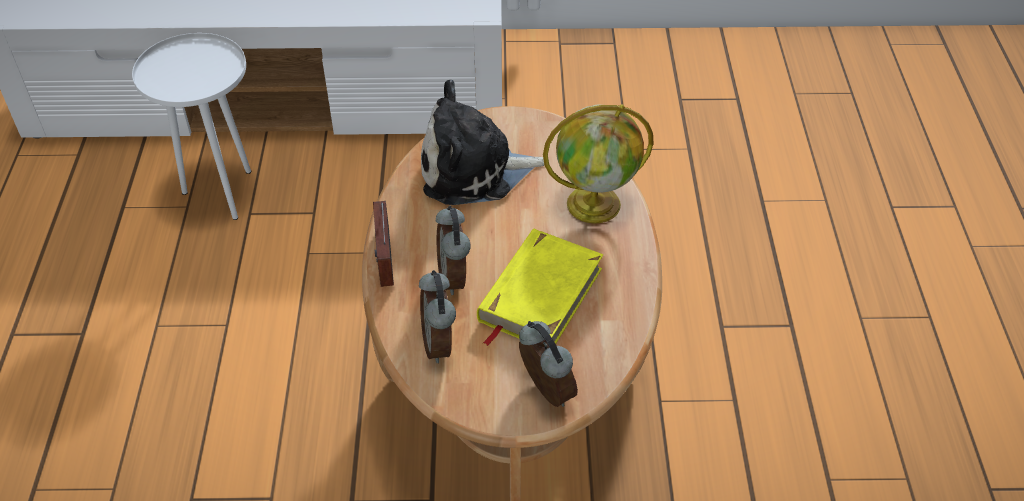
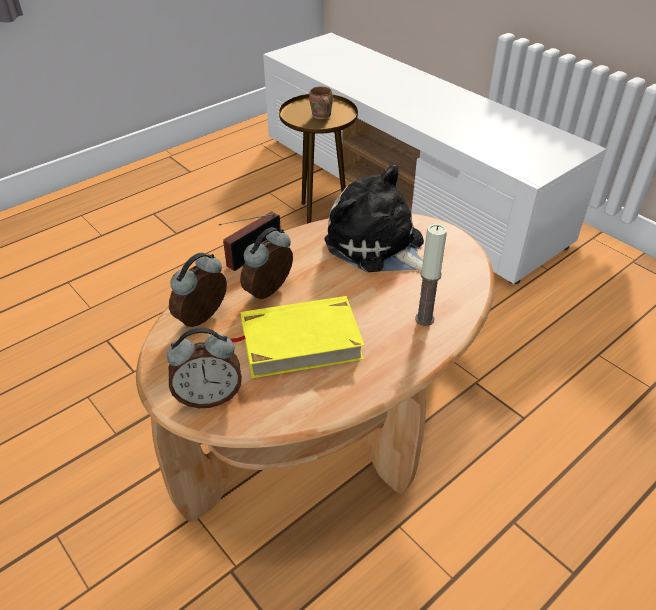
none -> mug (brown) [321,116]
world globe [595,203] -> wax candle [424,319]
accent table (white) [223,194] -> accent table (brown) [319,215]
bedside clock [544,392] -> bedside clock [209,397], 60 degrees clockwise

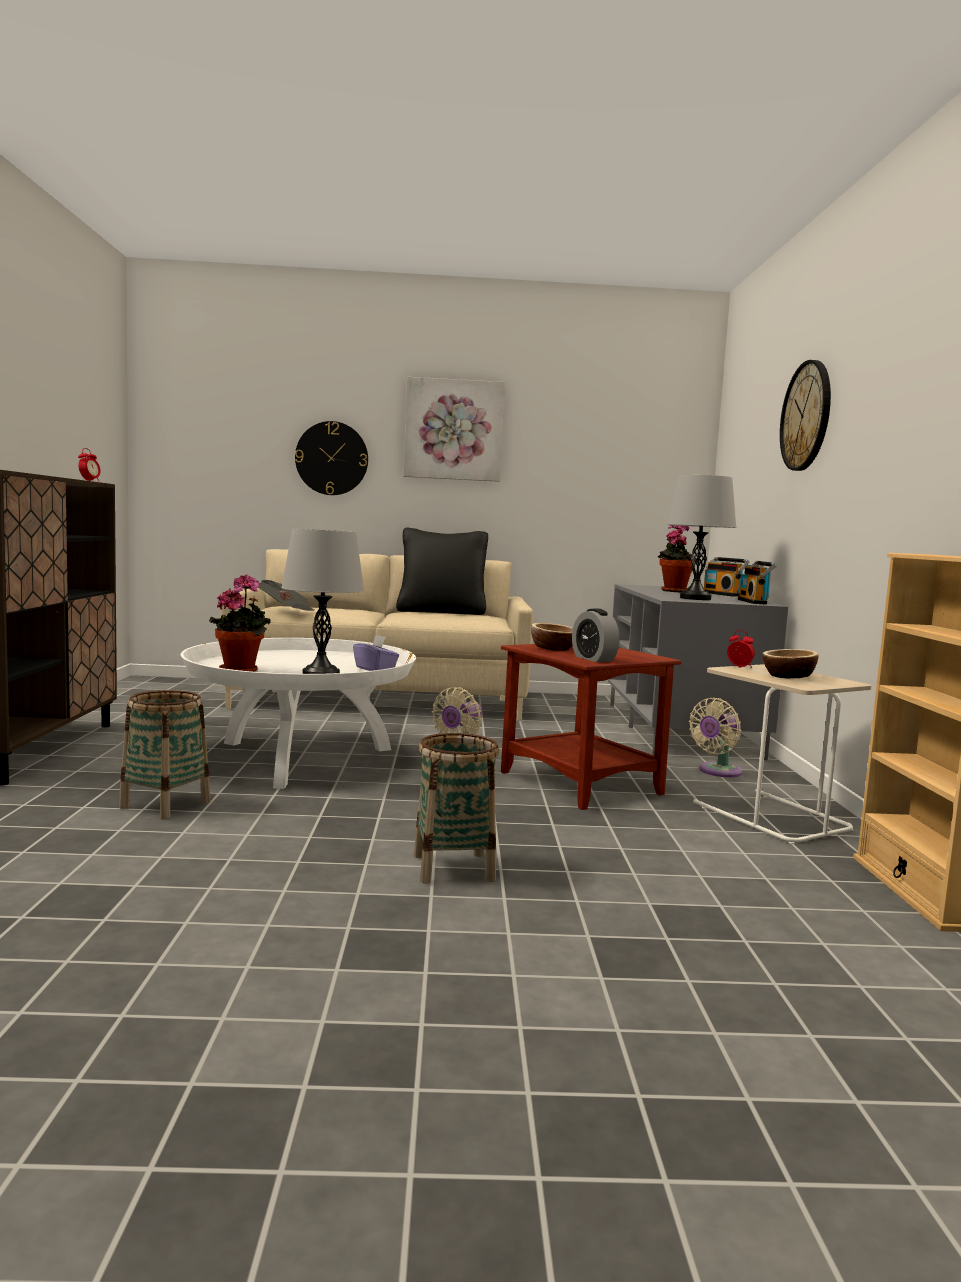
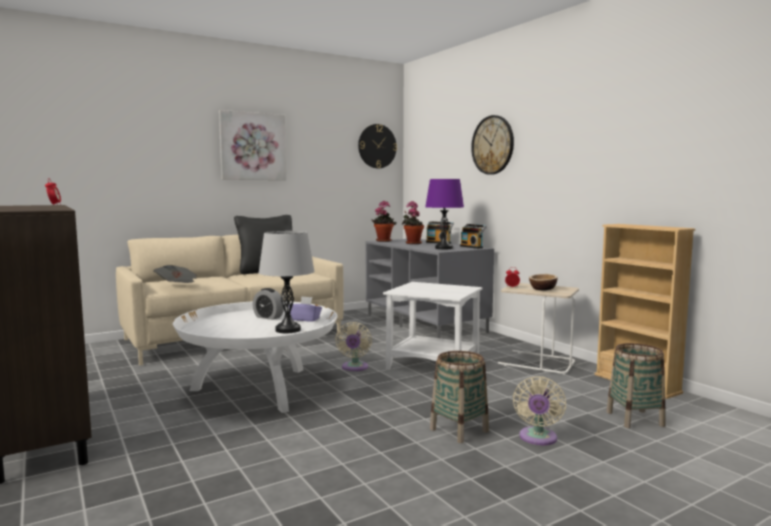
bowl [553,648] -> none
storage basket [165,804] -> storage basket [634,419], move
potted plant [241,671] -> potted plant [383,241], move
clock on the wall [332,458] -> clock on the wall [377,146], move
bedside clock [593,659] -> bedside clock [268,317], move
cooling fan (beige-coloured) [717,772] -> cooling fan (beige-coloured) [537,439], move
accent table (brown) [582,783] -> accent table (white) [433,365]
tabletop lamp (grey) [695,598] -> tabletop lamp (purple-coloured) [444,248]

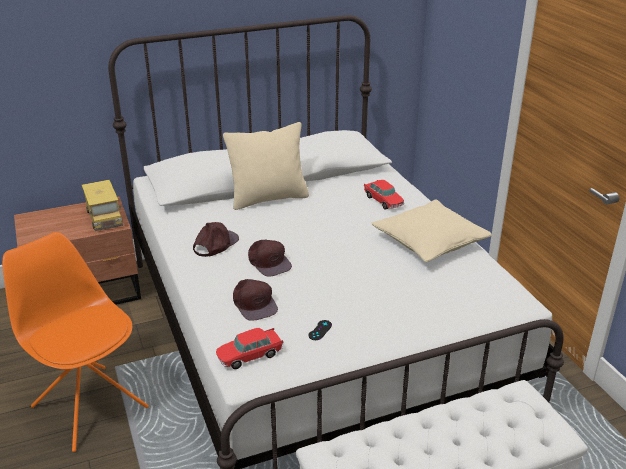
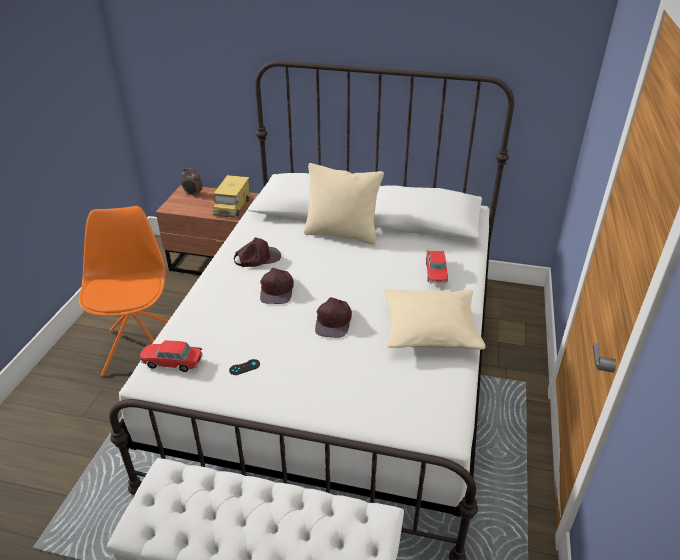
none -> bedside clock [193,194]
baseball cap (brown) [254,303] -> baseball cap (brown) [334,321], move

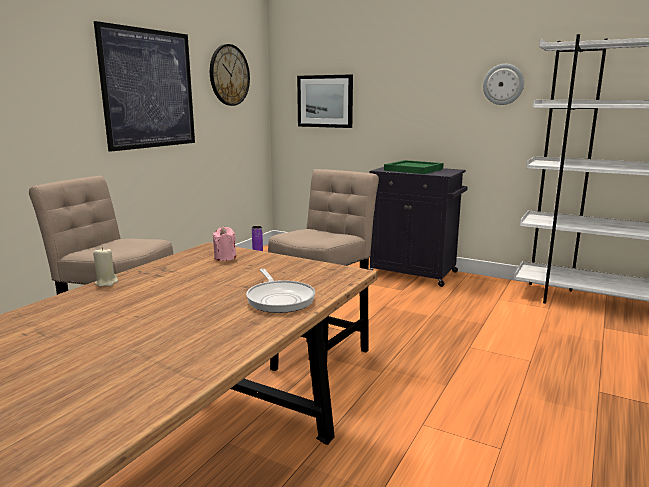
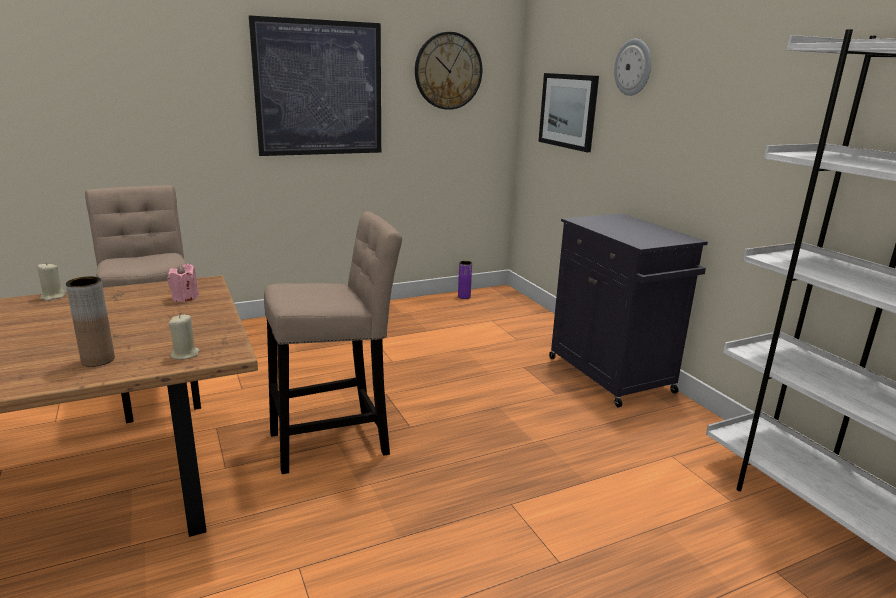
tray (green-coloured) [413,169] -> none
none -> wax candle (beige-coloured) [185,354]
clock on the wall [503,84] -> clock on the wall [633,67], move
skillet [280,299] -> vase (brown) [98,360]

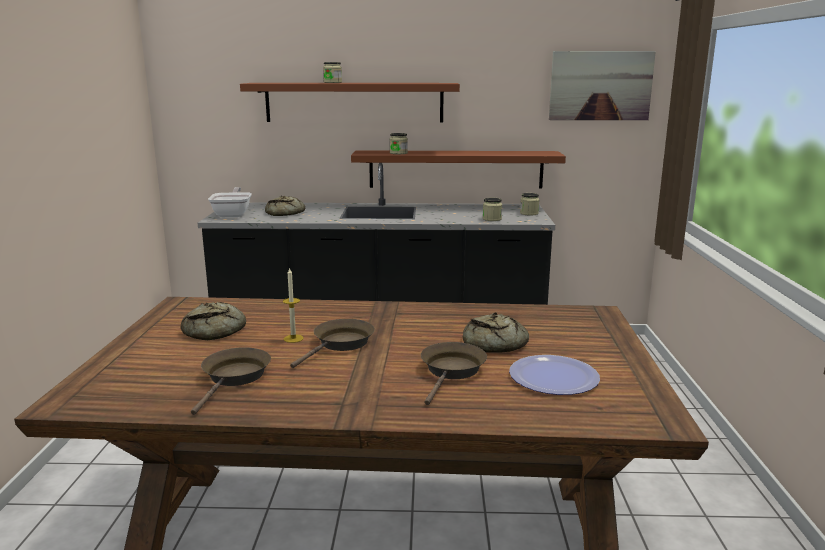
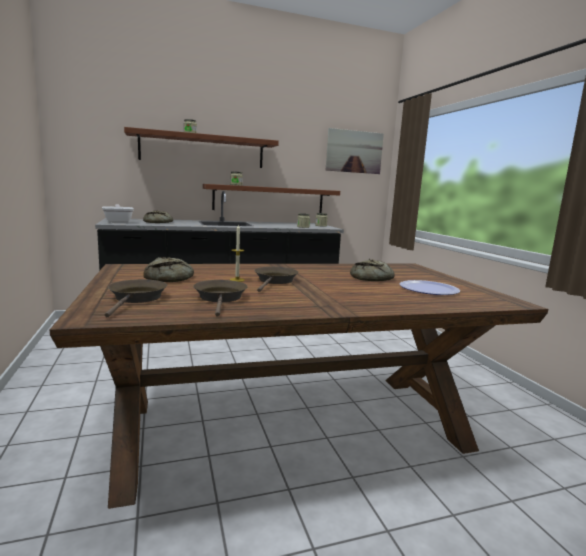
skillet (brown) [452,371] -> skillet (brown) [137,299], move

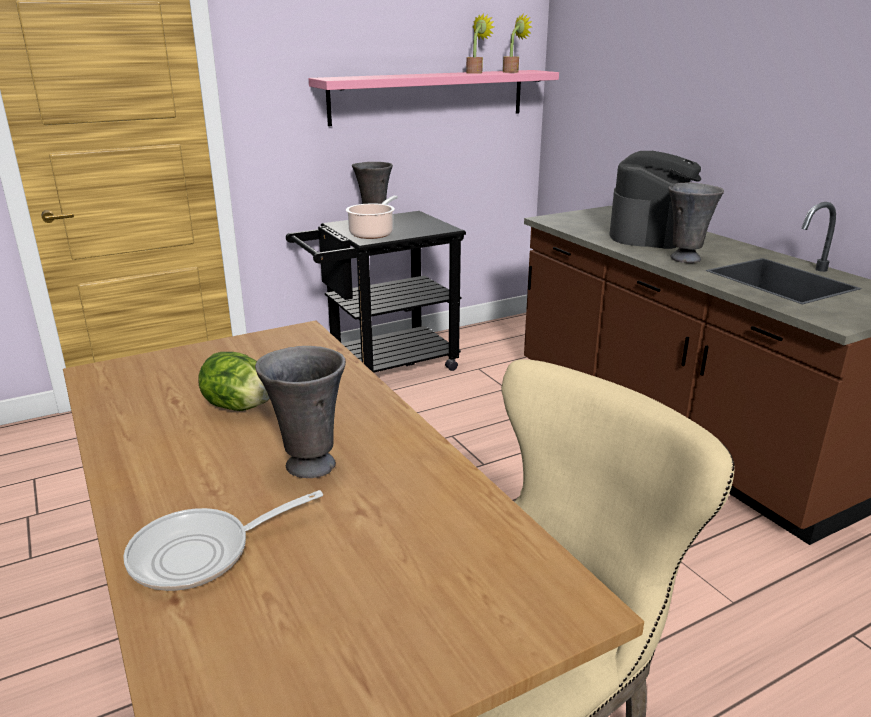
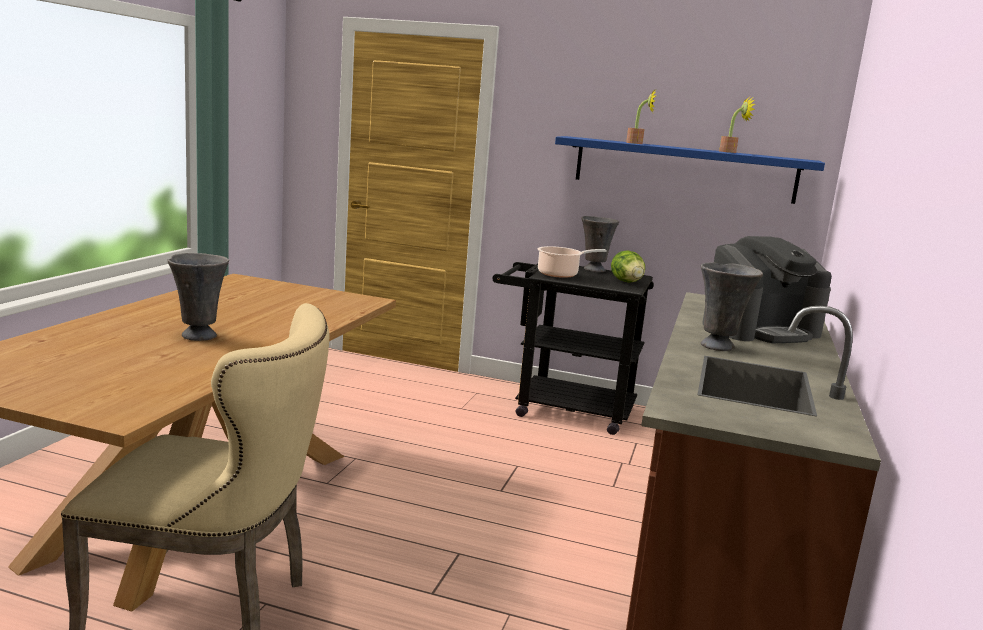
skillet [201,553] -> none
head of lettuce [239,407] -> head of lettuce [627,282], move
potted plant [513,72] -> potted plant [638,143], move
wall shelf (pink) [429,96] -> wall shelf (blue-coloured) [684,169]

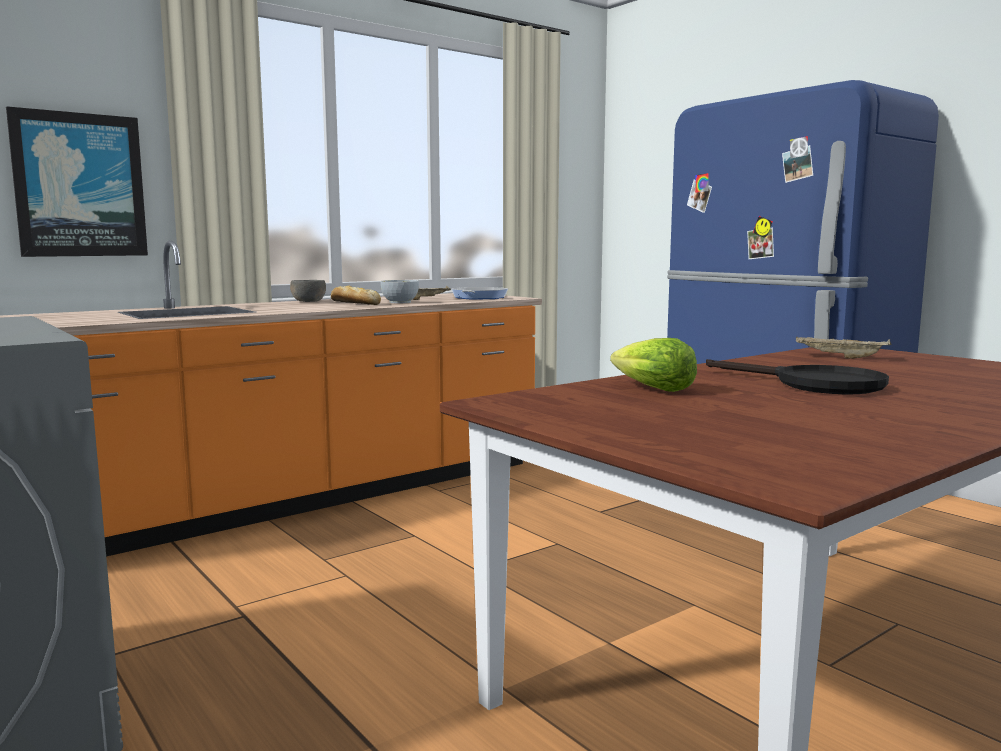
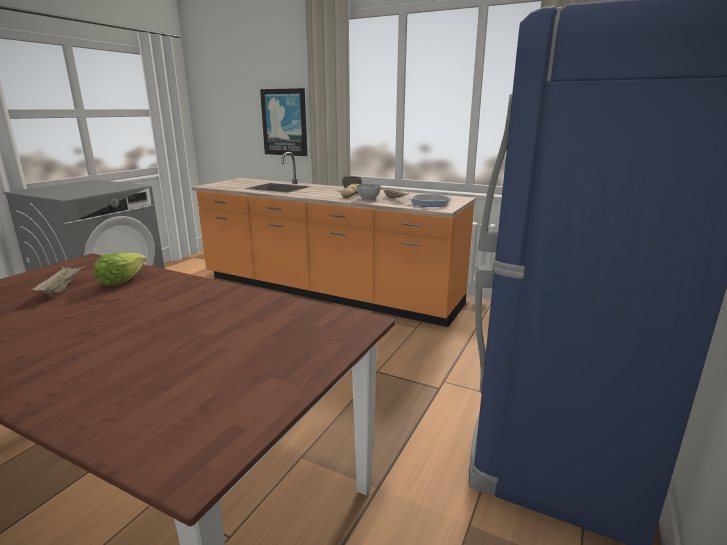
skillet (black-coloured) [814,384] -> none
tray (beige-coloured) [840,357] -> tray (beige-coloured) [62,289], move

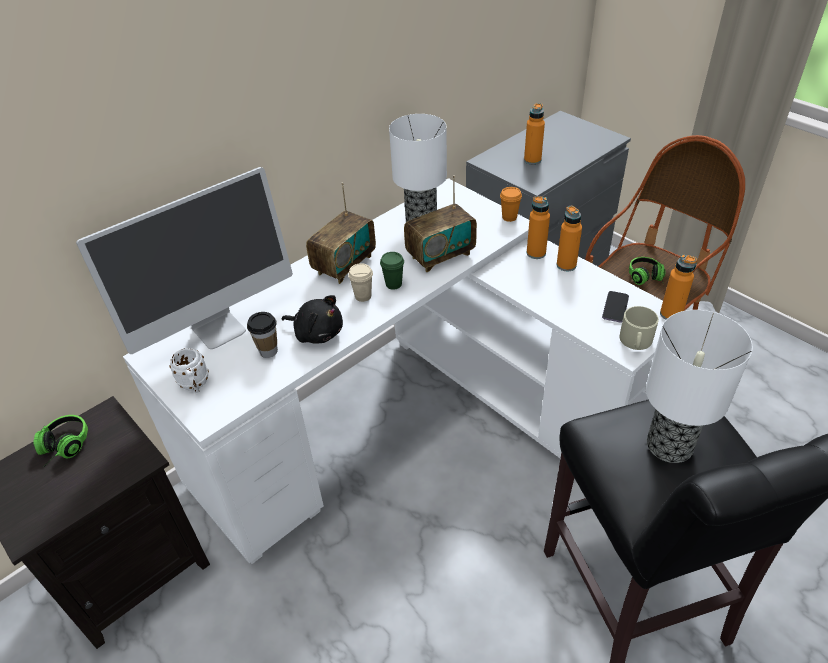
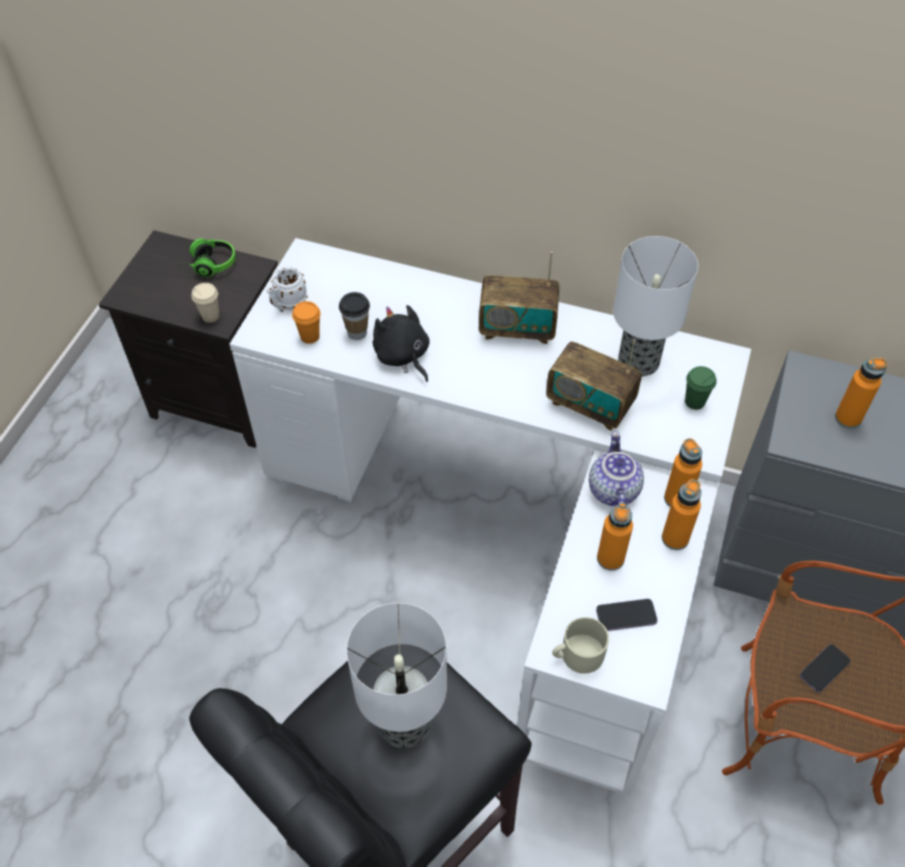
computer display [218,329] -> none
none -> tea pot [612,490]
small cup (beige-coloured) [363,296] -> small cup (beige-coloured) [210,316], move
small cup (green-coloured) [393,284] -> small cup (green-coloured) [694,402], move
small cup (orangey) [509,217] -> small cup (orangey) [310,336], move
bottle (orangey) [670,314] -> bottle (orangey) [610,558], move
headphones [646,279] -> handset [824,669]
cuddly toy (black-coloured) [317,333] -> cuddly toy (black-coloured) [402,356], 150 degrees clockwise

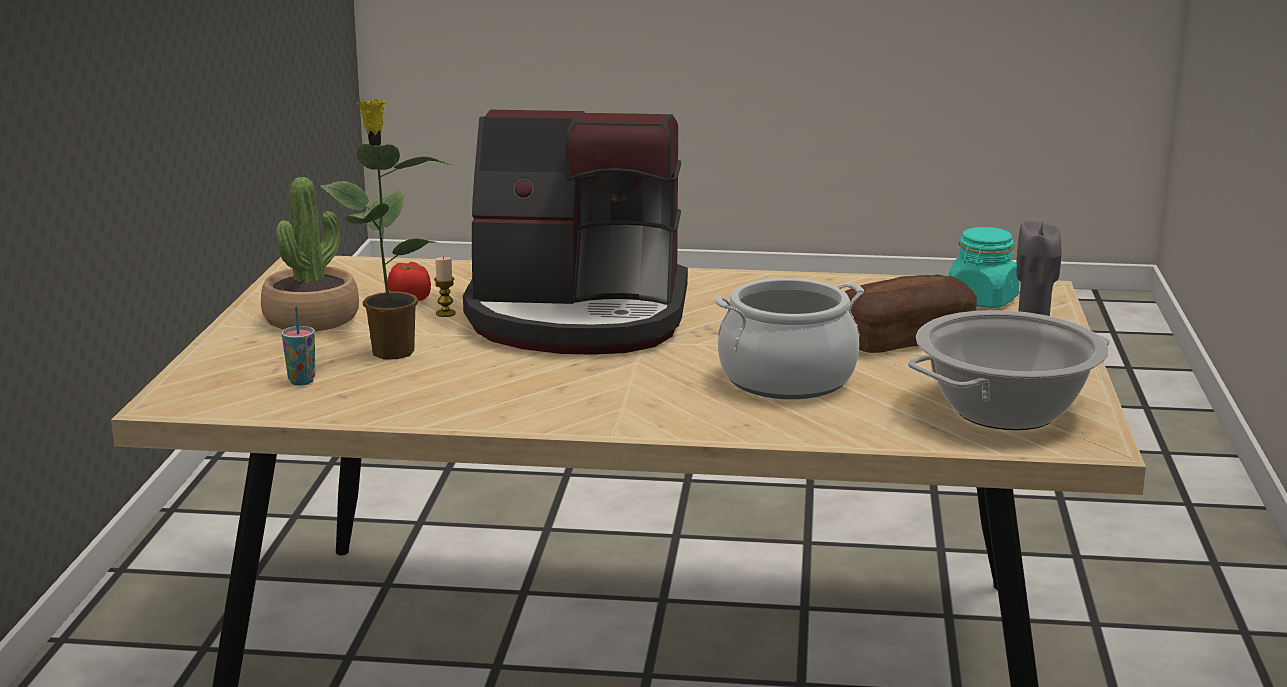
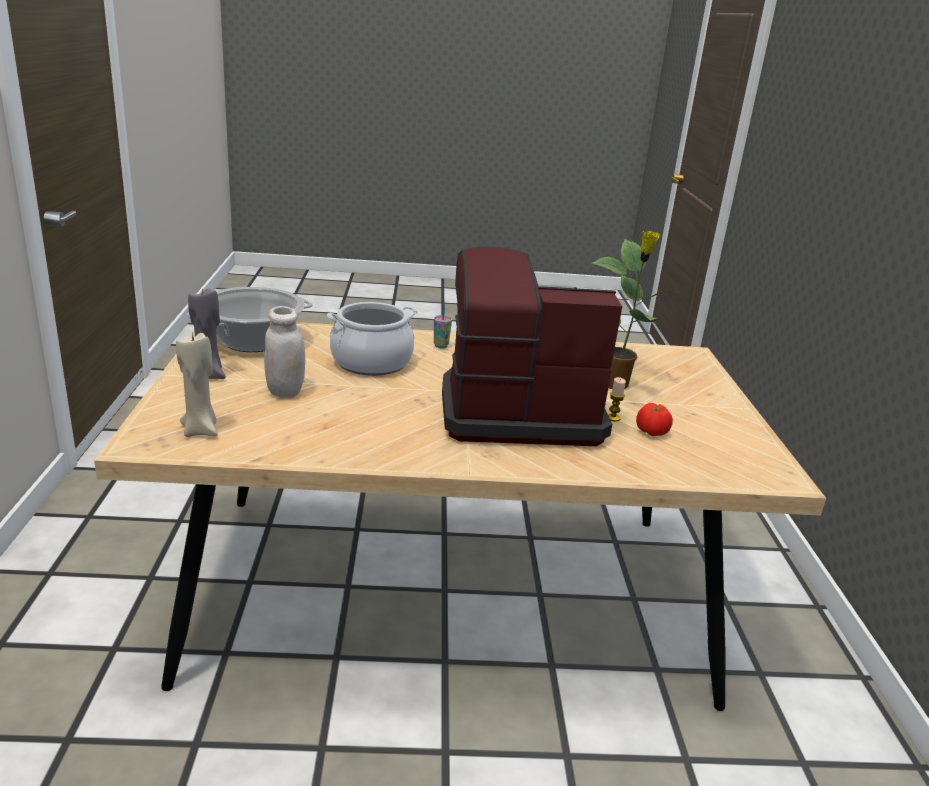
potted plant [311,319] -> none
small cup [301,381] -> small cup [441,346], move
bakery bread [905,339] -> jar (white) [285,391]
jar (turquoise) [982,300] -> wax candle (beige-coloured) [201,430]

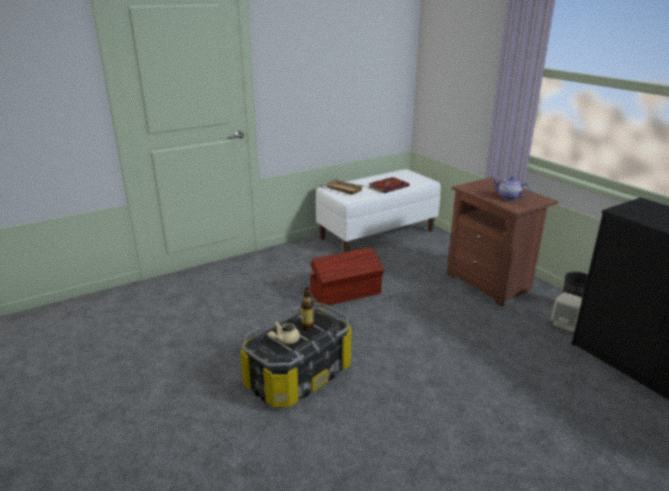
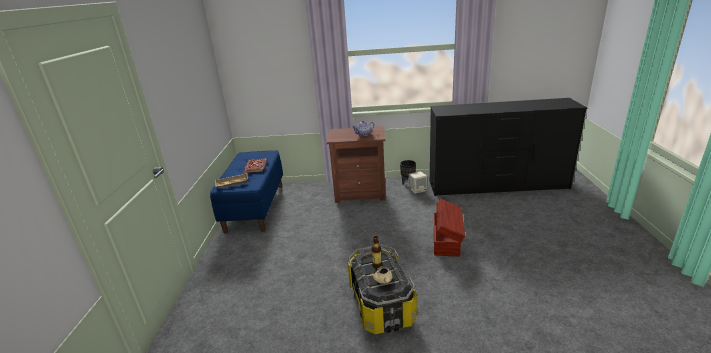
storage container (brown) [346,293] -> storage container (brown) [447,239], move
bench (white) [377,234] -> bench (blue-coloured) [255,207]

